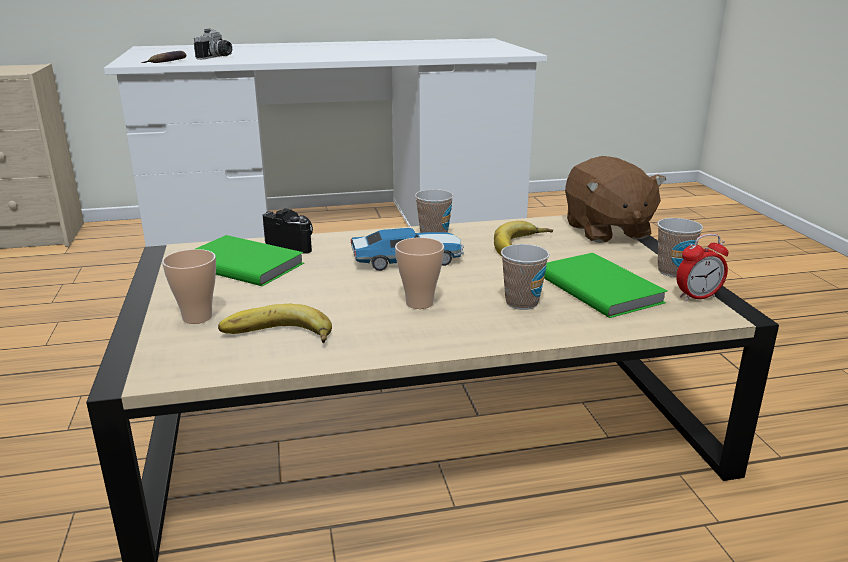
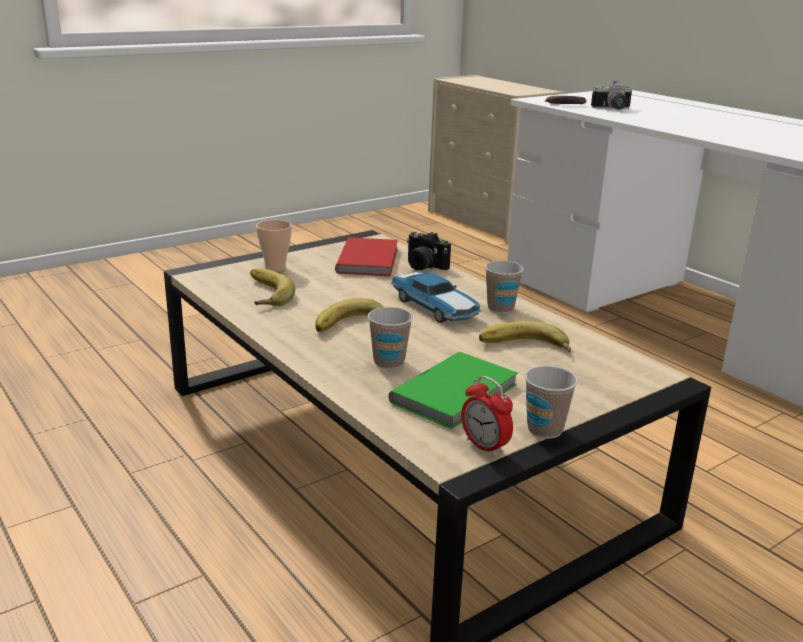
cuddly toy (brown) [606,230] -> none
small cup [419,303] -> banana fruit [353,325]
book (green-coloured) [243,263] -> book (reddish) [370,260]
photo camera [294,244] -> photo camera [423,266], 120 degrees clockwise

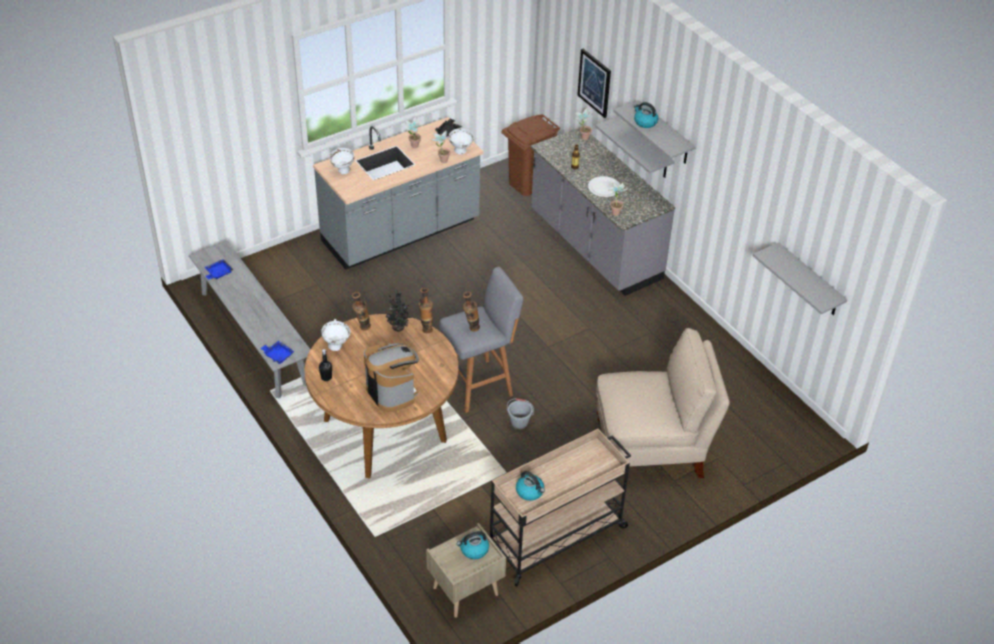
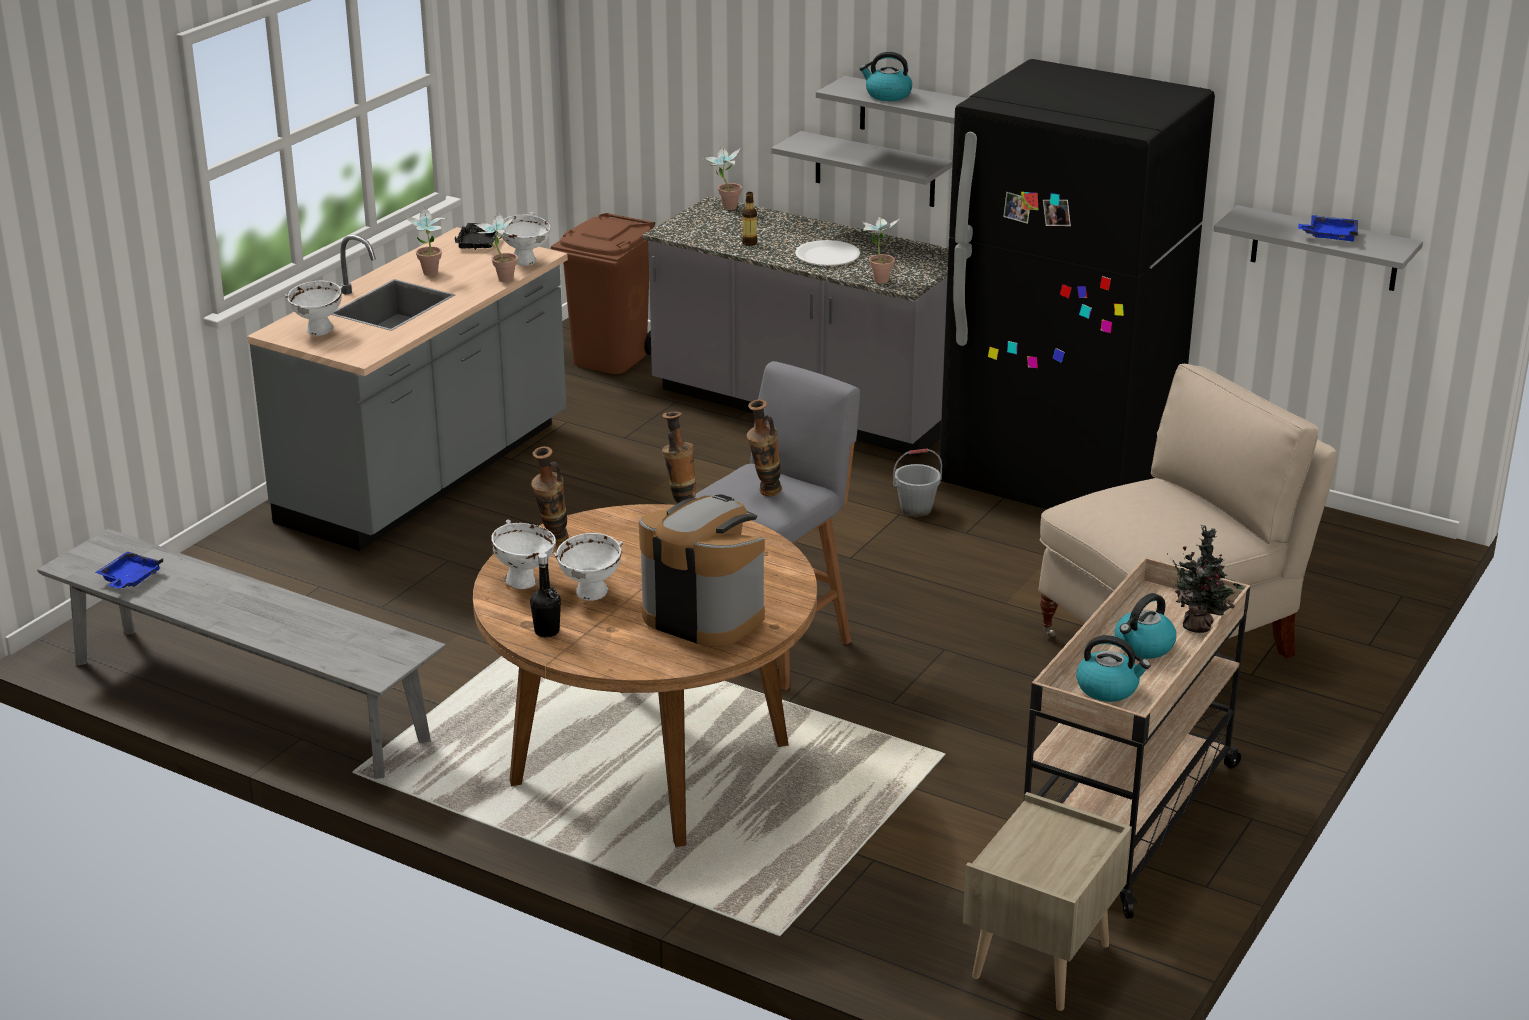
picture [594,82] -> none
none -> bowl (white) [592,595]
none -> refrigerator (black-coloured) [1059,481]
tray (blue-coloured) [278,355] -> tray (blue-coloured) [1330,236], move
potted plant [399,328] -> potted plant [1200,627], move
water kettle [474,550] -> water kettle [1143,646], move
pail (grey) [519,423] -> pail (grey) [916,509], move

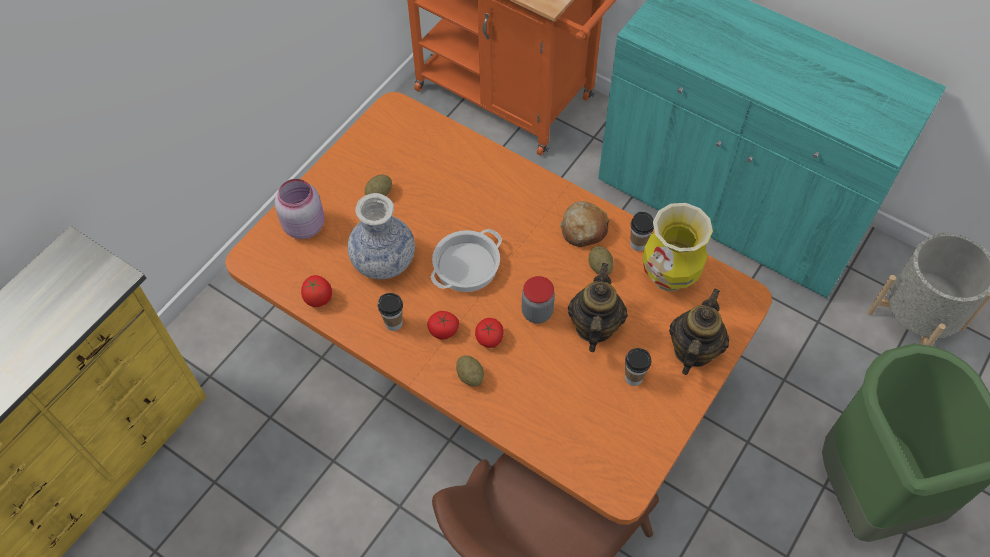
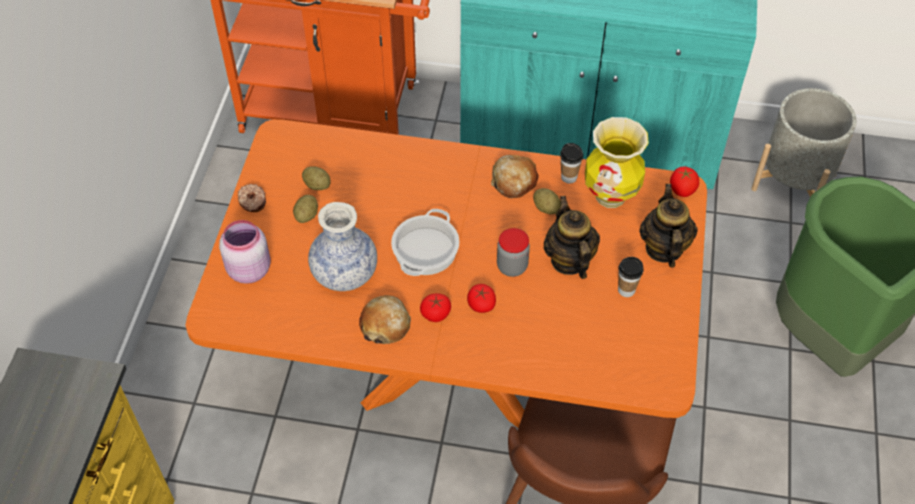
none -> donut [252,201]
fresh tomato [318,298] -> fresh tomato [681,190], move
whole potato [470,376] -> whole potato [317,185], move
small cup [393,323] -> bakery bread [385,325]

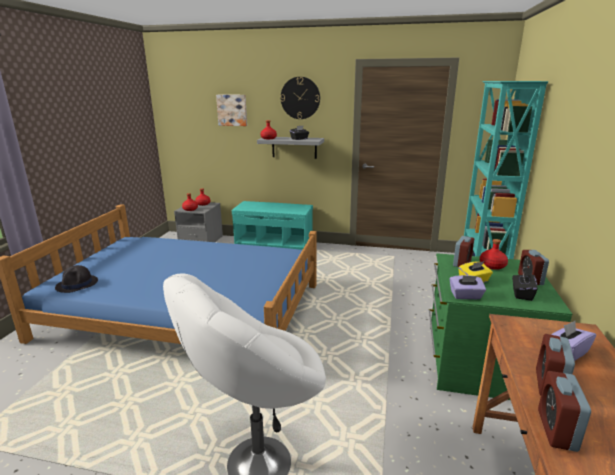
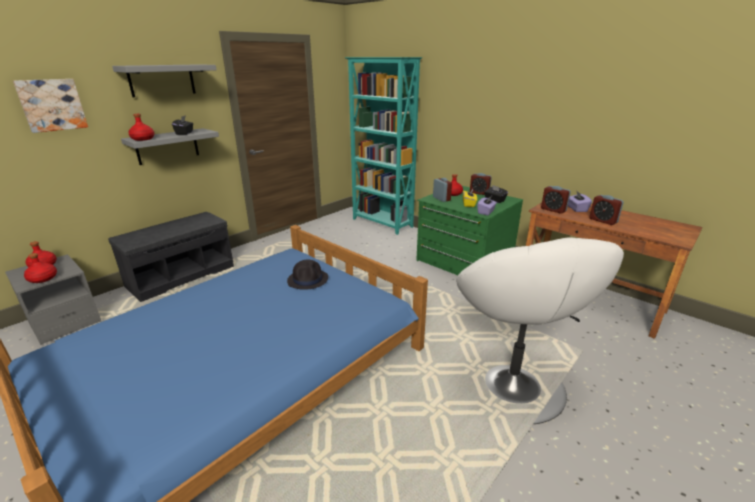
clothing hat (black-coloured) [77,284] -> clothing hat (black-coloured) [308,279], move
bedside clock [556,430] -> bedside clock [553,210], move
clock on the wall [300,98] -> wall shelf (grey) [162,80]
bench (turquoise) [275,245] -> bench (grey) [182,275]

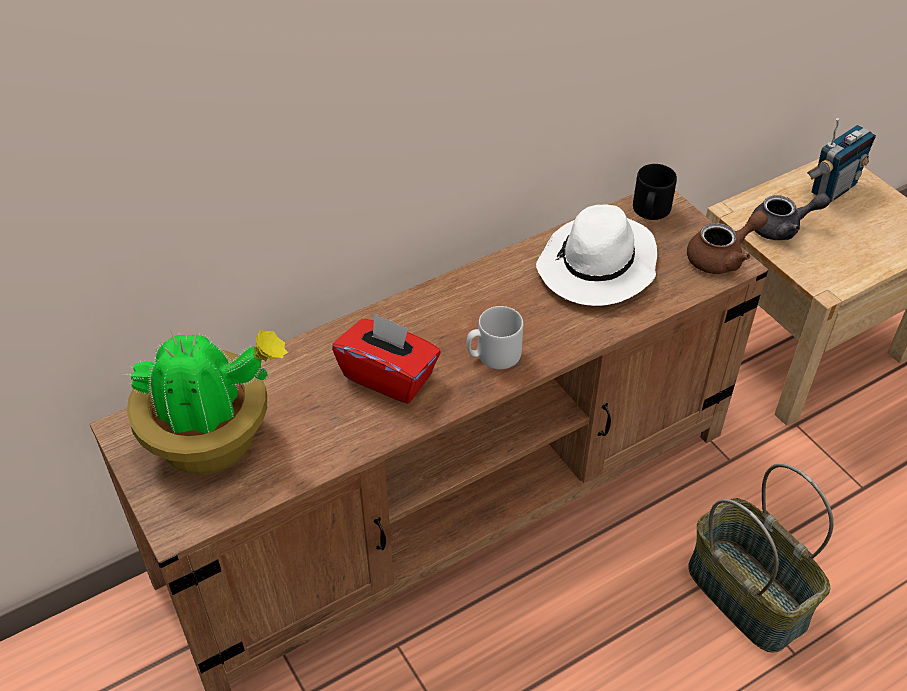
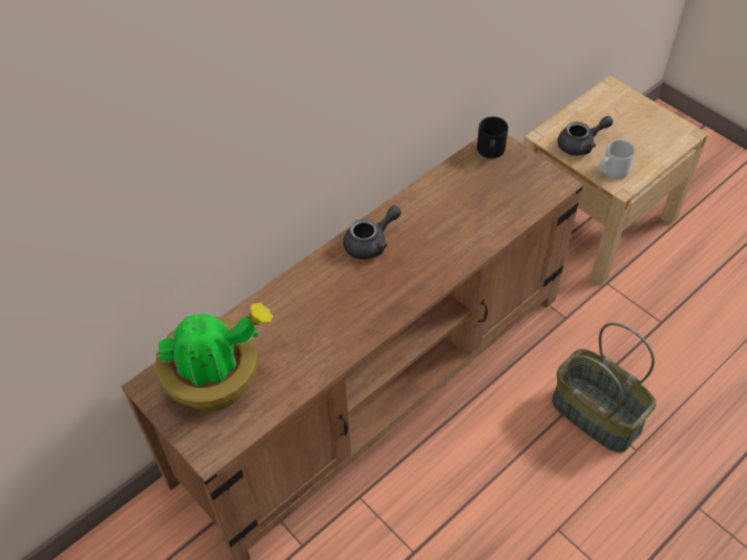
tissue holder (reddish) [389,376] -> none
clothing hat (white) [597,267] -> none
tea pot (brown) [722,257] -> none
radio set [832,189] -> none
none -> tea pot (grey) [371,243]
mug (grey) [493,355] -> mug (grey) [612,171], move

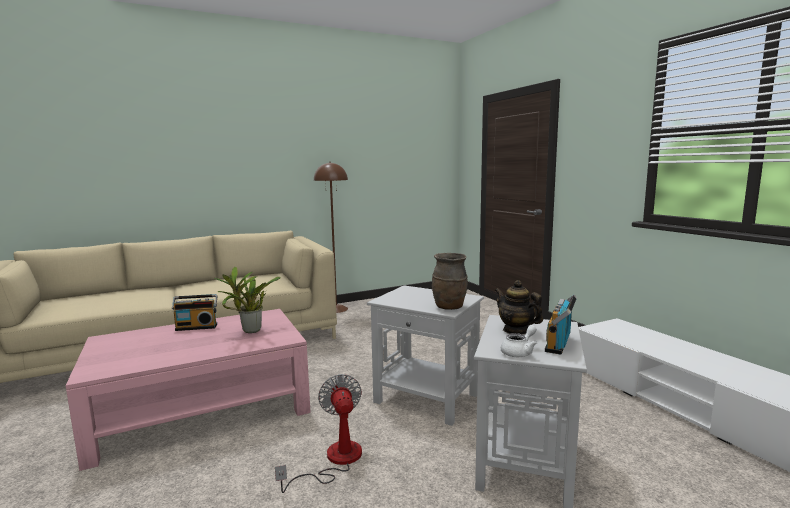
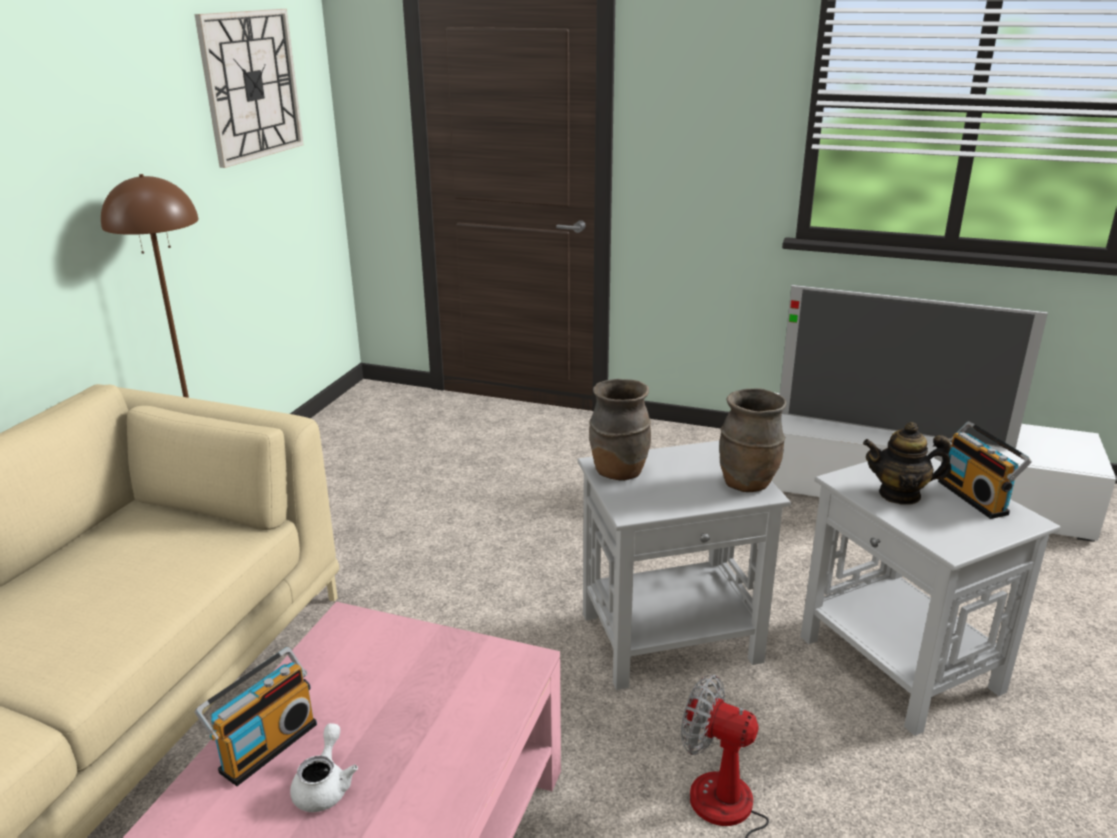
potted plant [249,331] -> none
none -> clock on the wall [251,85]
none -> vase (brown) [618,472]
none -> TV [891,430]
tea pot (white) [519,352] -> tea pot (white) [325,786], move

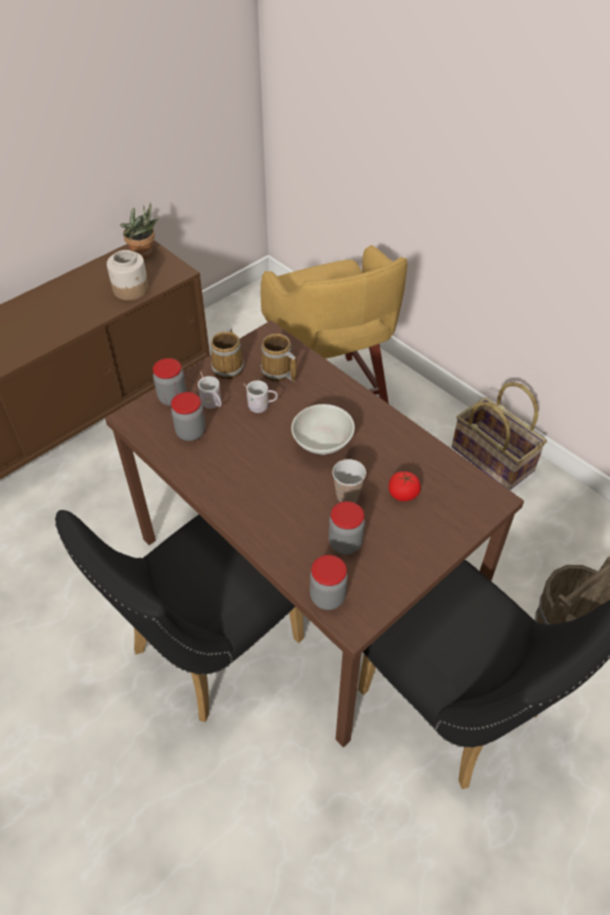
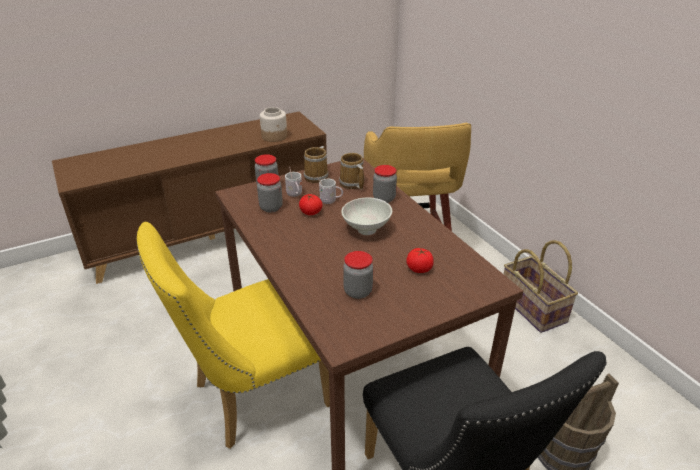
potted plant [145,254] -> none
small cup [347,495] -> none
none -> fresh tomato [310,212]
jar [327,597] -> jar [384,198], move
plain chair (black-coloured) [206,650] -> plain chair (yellow-coloured) [252,397]

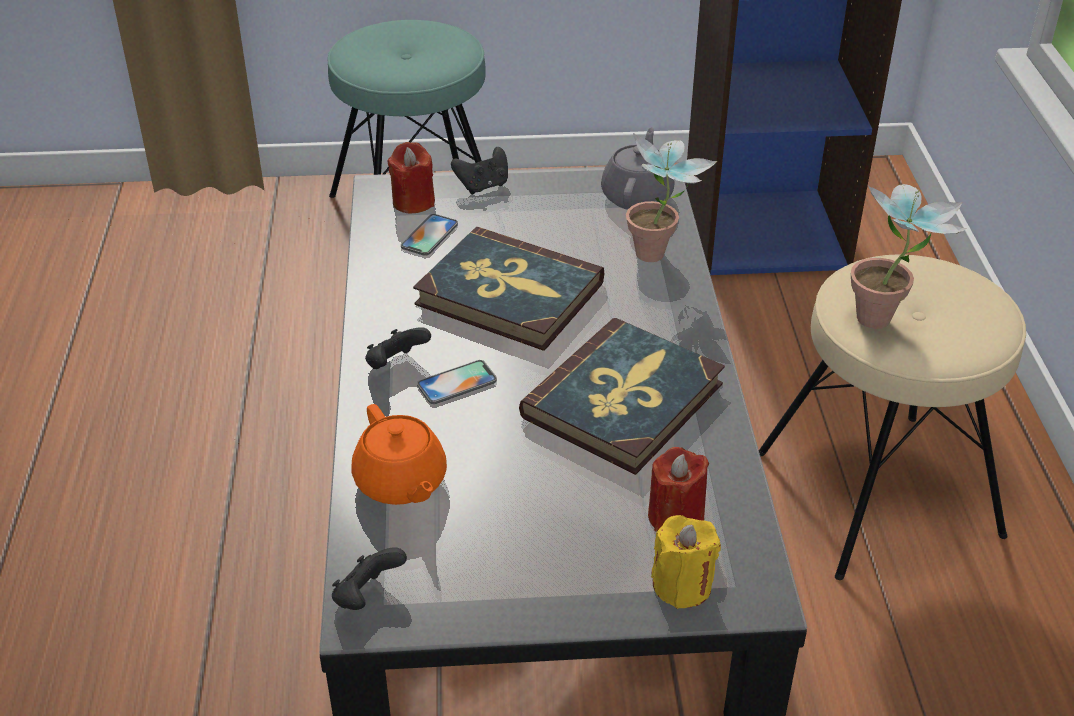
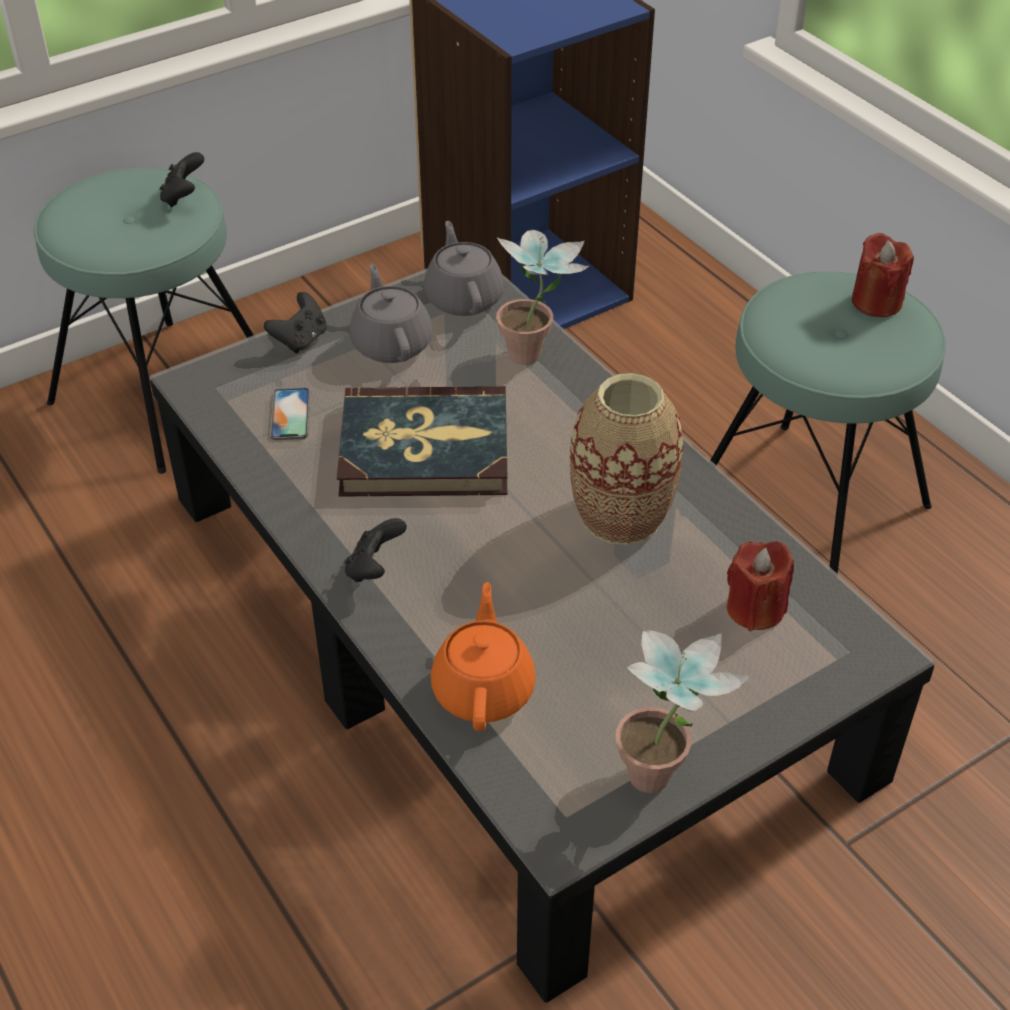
handset [457,383] -> none
wax candle (yellow-coloured) [682,585] -> none
none -> tea pot (grey) [391,343]
game controller (black-coloured) [367,596] -> game controller (black-coloured) [184,197], move
wax candle (reddish) [413,202] -> wax candle (reddish) [876,302], move
potted plant [887,321] -> potted plant [664,773], move
book [624,401] -> vase [621,515]
sitting stool (beige-coloured) [877,494] -> sitting stool (turquoise) [805,510]
tea pot (orangey) [401,483] -> tea pot (orangey) [484,688], 120 degrees counterclockwise

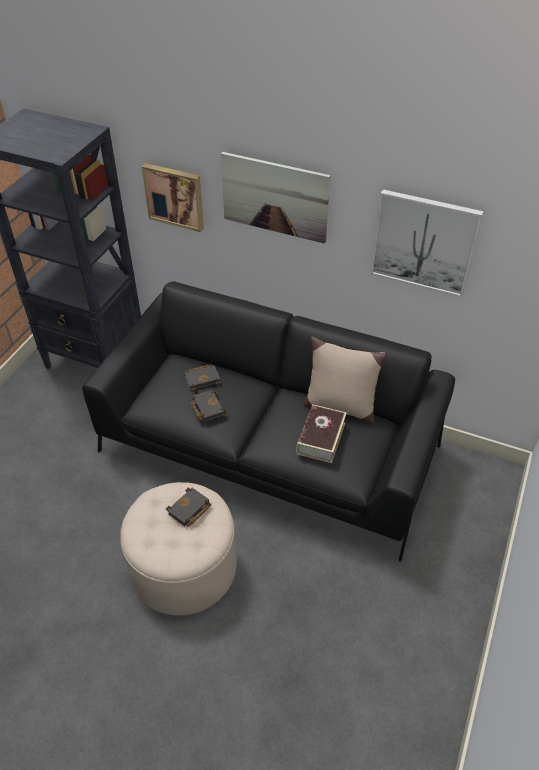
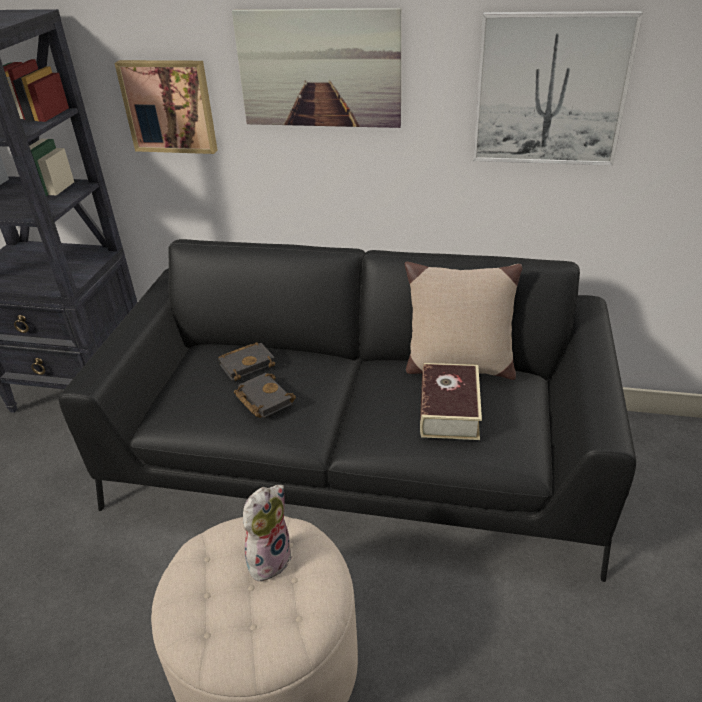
book (black-coloured) [189,510] -> cuddly toy [268,558]

